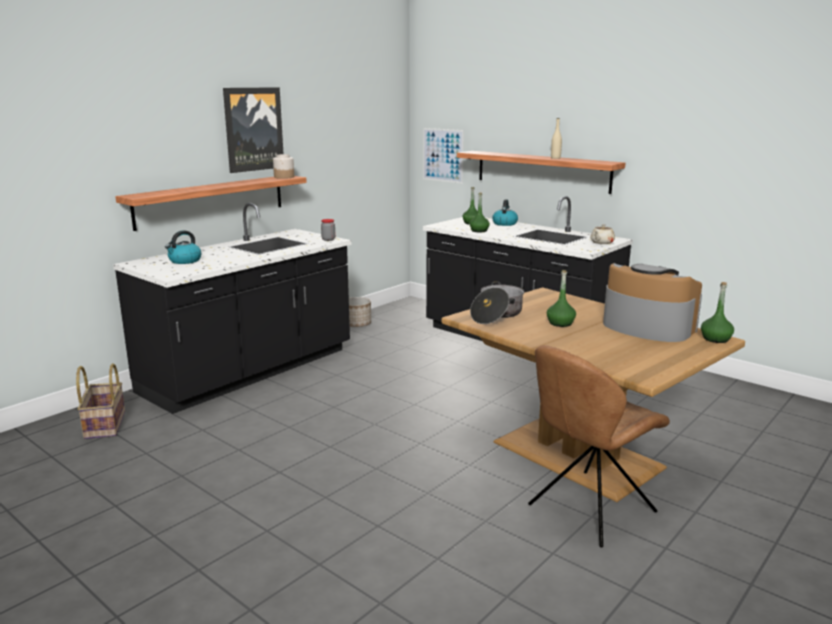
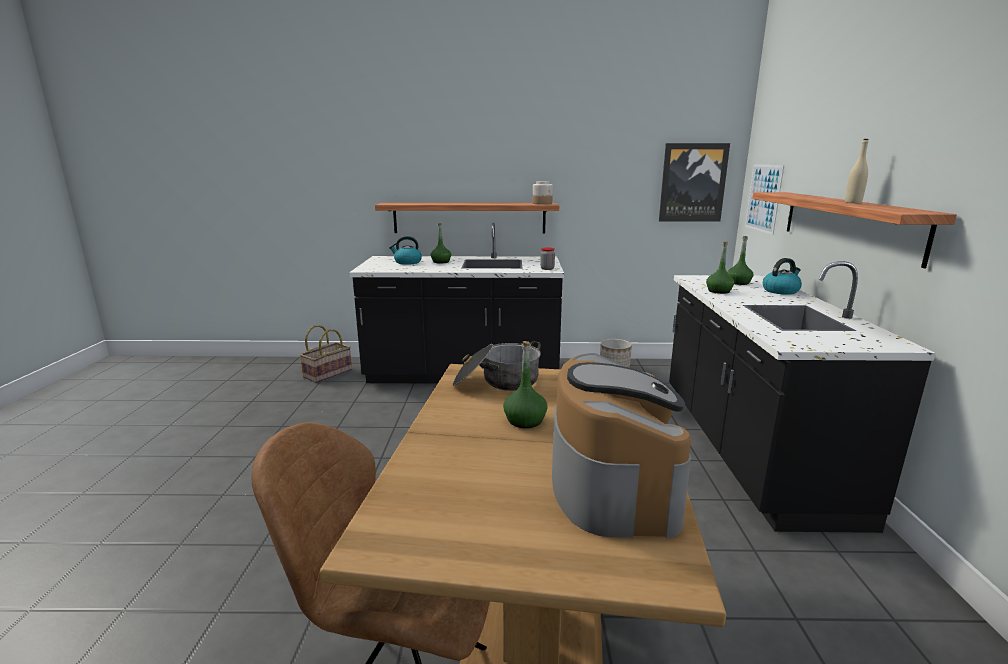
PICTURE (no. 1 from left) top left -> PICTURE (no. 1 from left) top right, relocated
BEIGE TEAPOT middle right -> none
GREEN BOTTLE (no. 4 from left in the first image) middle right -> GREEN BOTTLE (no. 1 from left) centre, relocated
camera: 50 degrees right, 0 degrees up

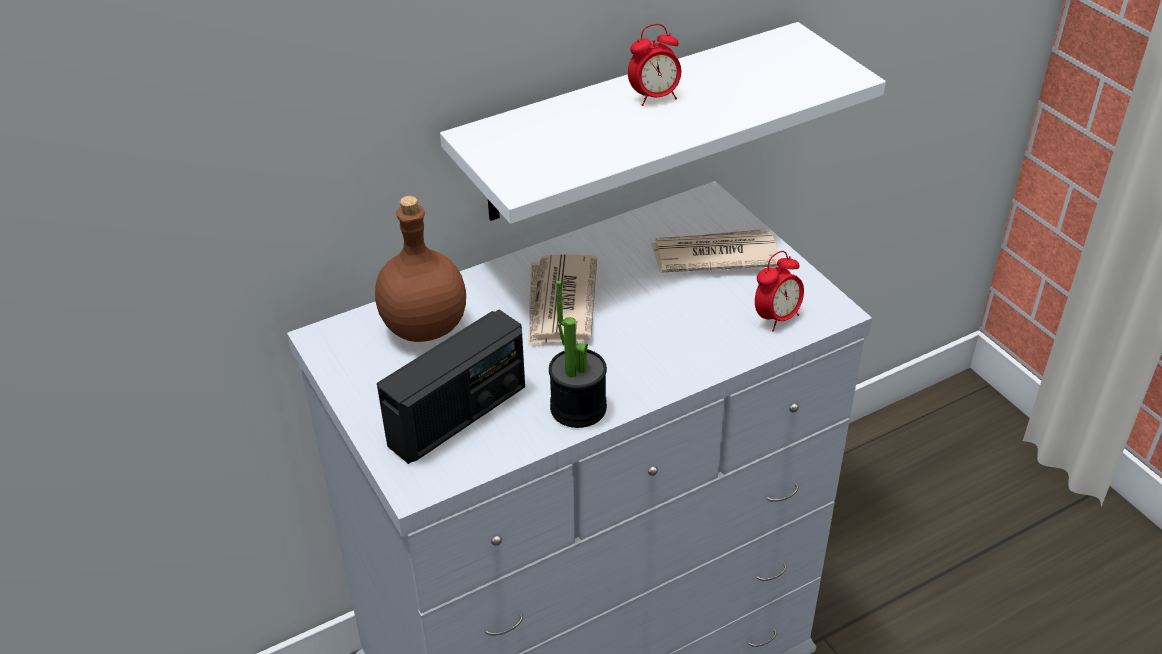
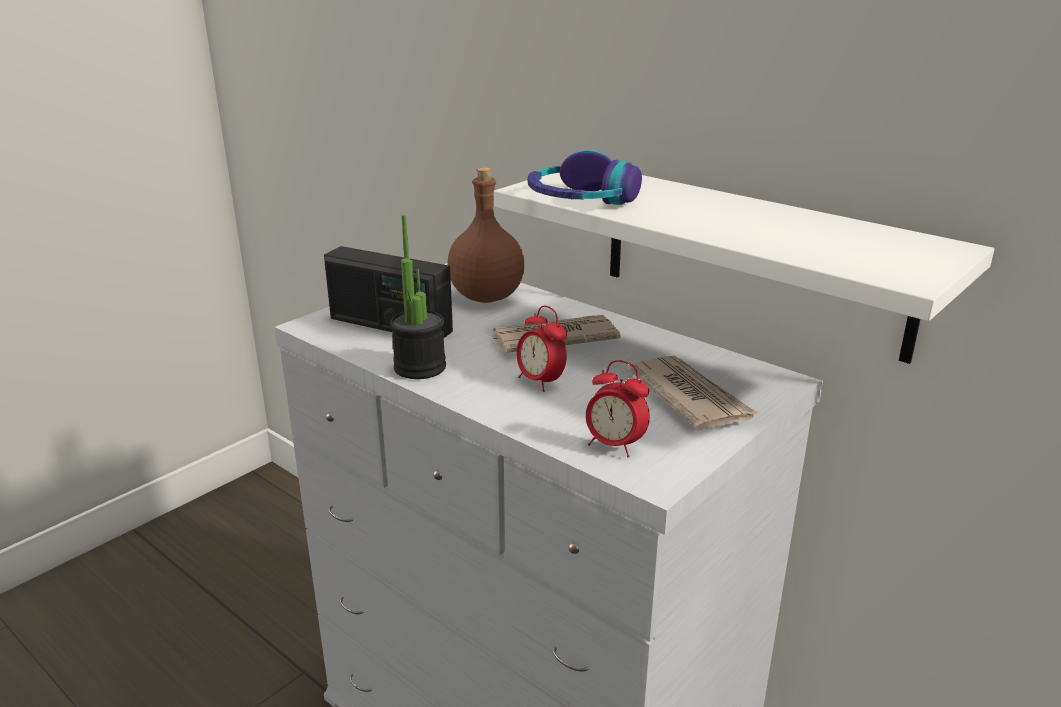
ALARM CLOCK (no. 1 from left) top centre -> ALARM CLOCK (no. 1 from left) centre, relocated
none -> HEADPHONES top centre
camera: 70 degrees right, 15 degrees down

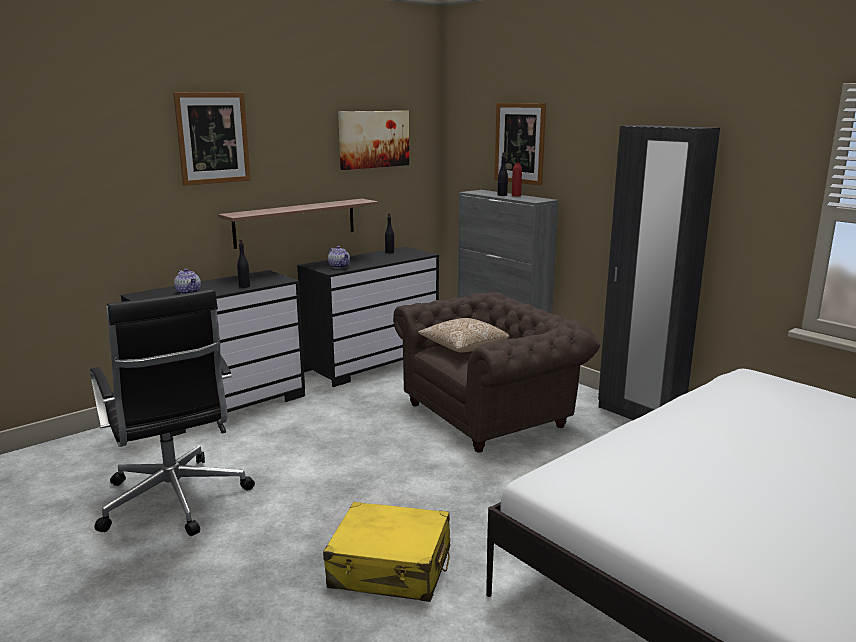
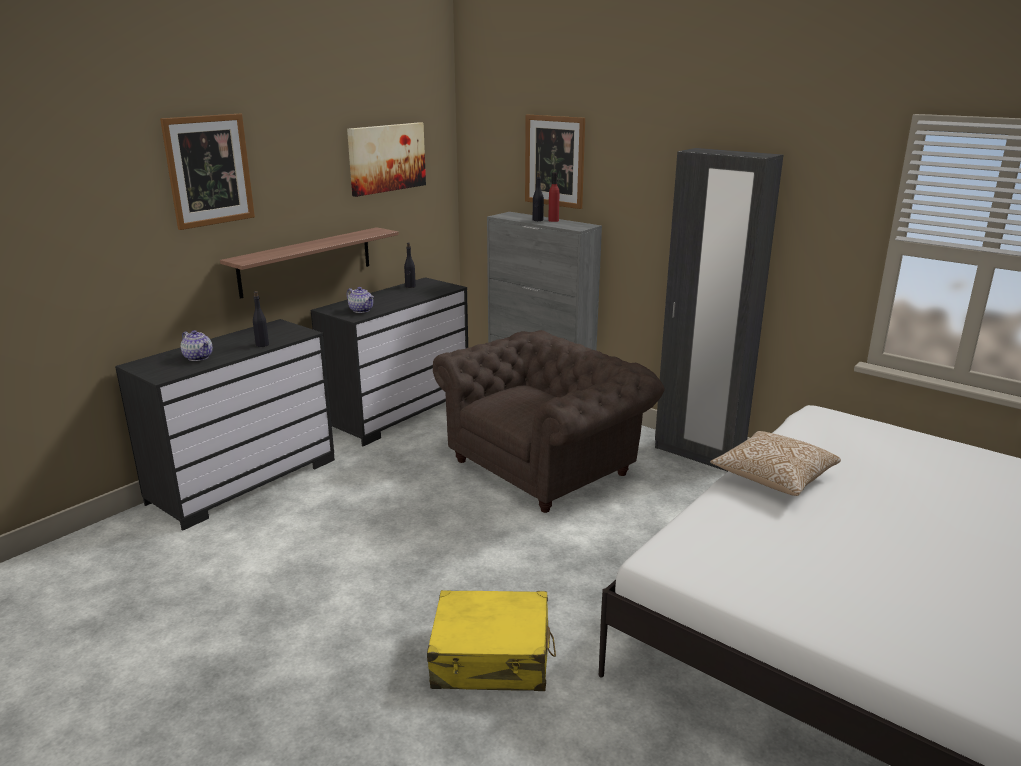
BLACK OFFICE CHAIR middle left -> none
PILLOW centre -> PILLOW middle right, relocated
camera: 10 degrees left, 5 degrees up

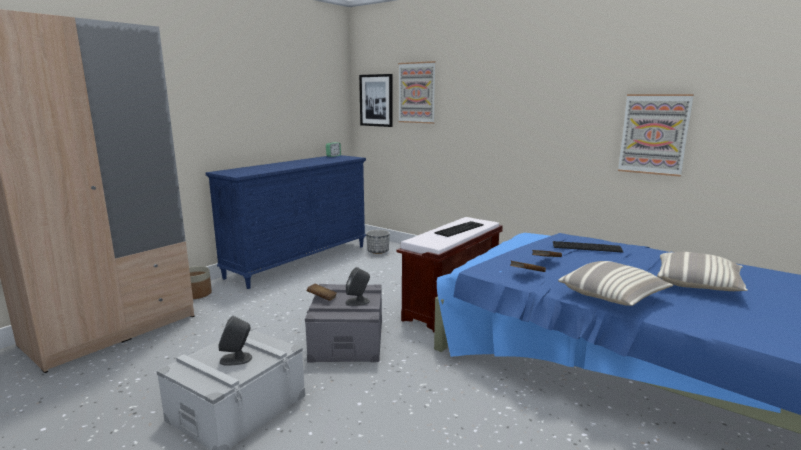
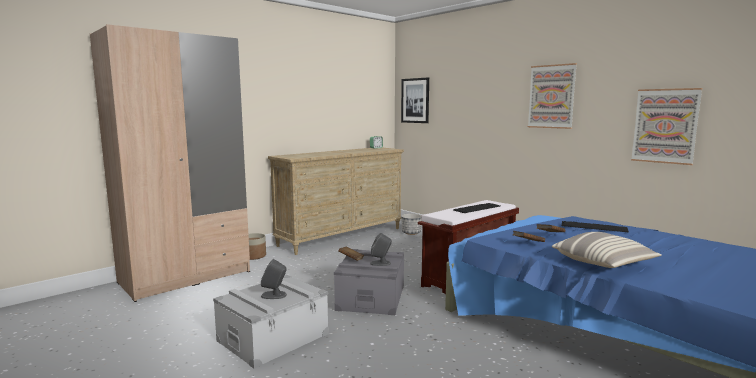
PICTURE (no. 2 from left) top centre -> PICTURE (no. 2 from left) top right, relocated
BLUE DRESSER centre -> BEIGE DRESSER centre
PILLOW (no. 2 from left) middle right -> none
camera: 10 degrees right, 5 degrees down

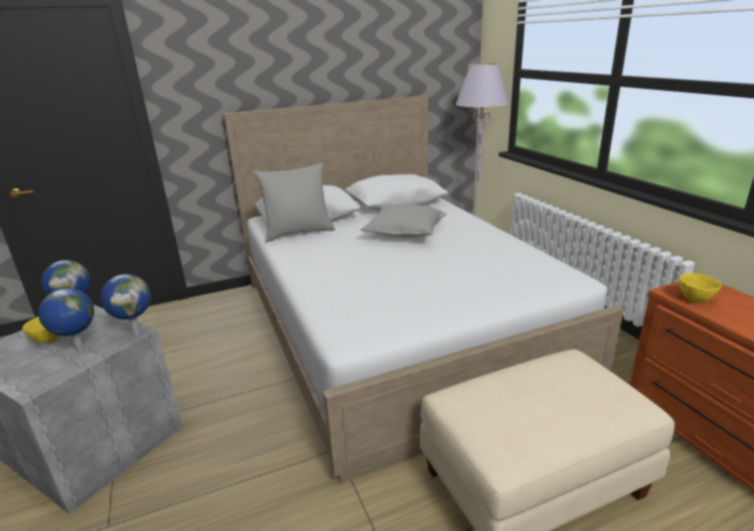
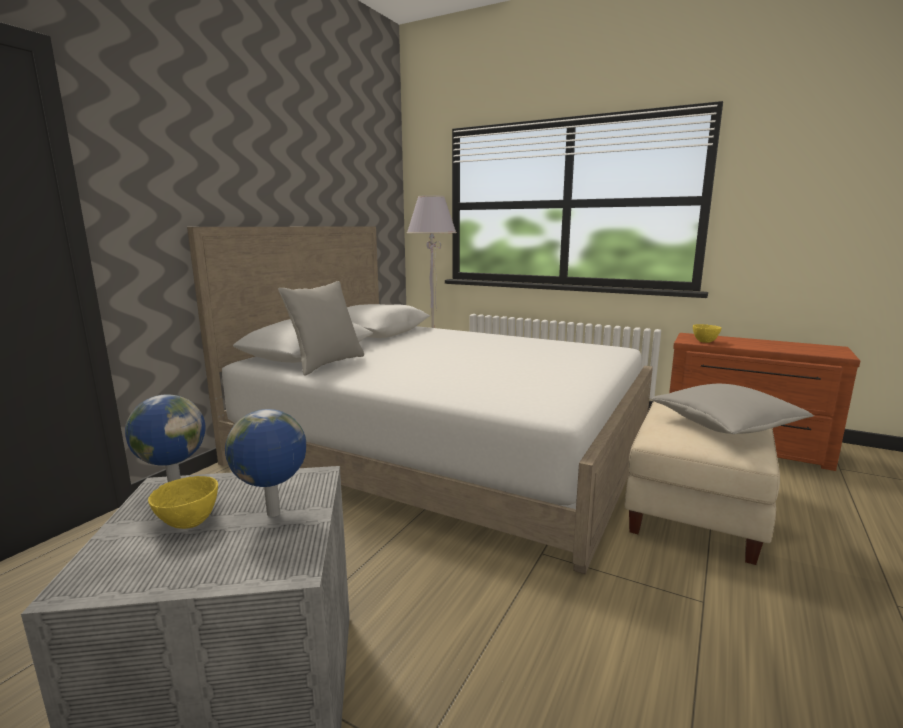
GREY PILLOW (no. 2 from left) centre -> GREY PILLOW (no. 2 from left) middle right, relocated
GLOBE (no. 3 from left) middle left -> none
camera: 40 degrees left, 10 degrees down

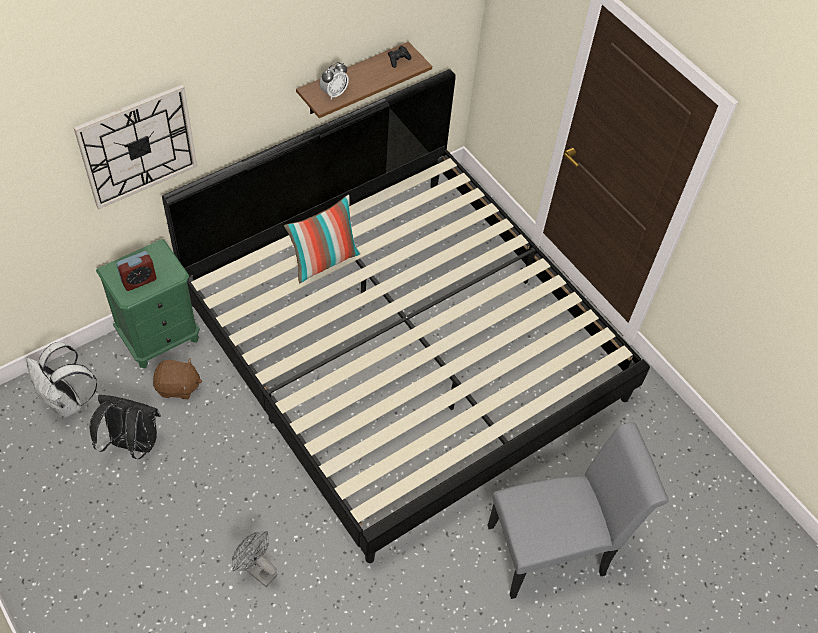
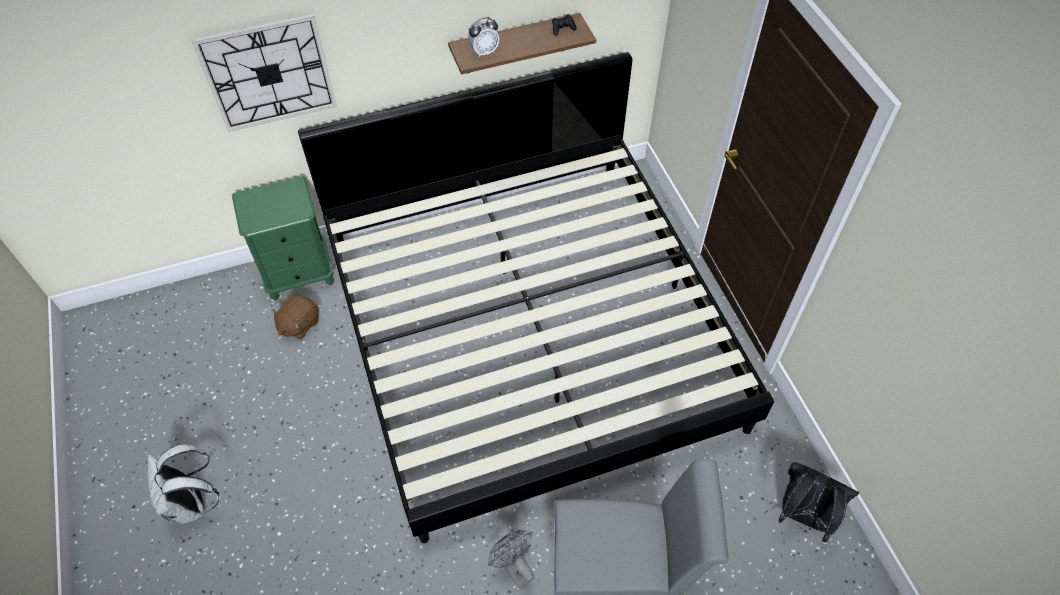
PILLOW centre -> none
ALARM CLOCK (no. 1 from left) middle left -> none
WHITE BACKPACK middle left -> WHITE BACKPACK bottom left, relocated
BROWN PLUSH TOY middle left, 105 degrees clockwise
BLACK BACKPACK bottom left -> BLACK BACKPACK bottom right, relocated
GREY FAN bottom left -> GREY FAN bottom centre, relocated
camera: 20 degrees right, 0 degrees up

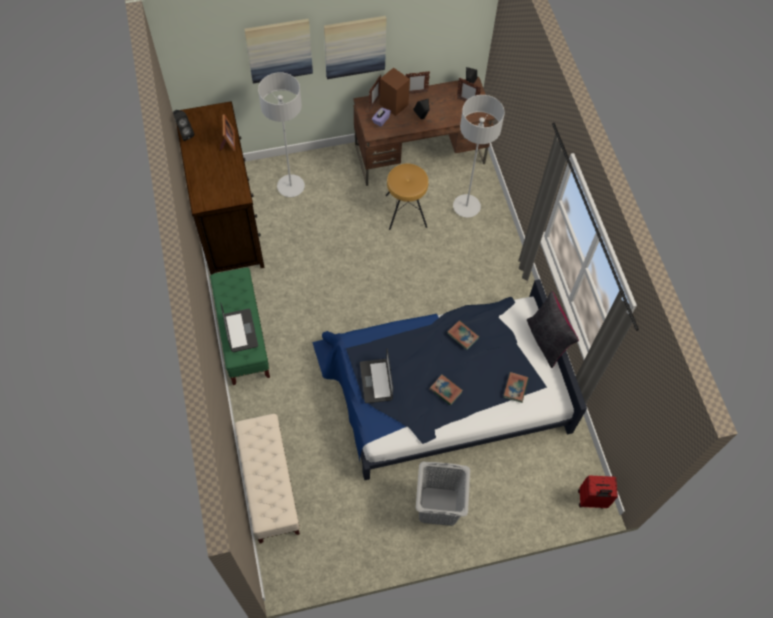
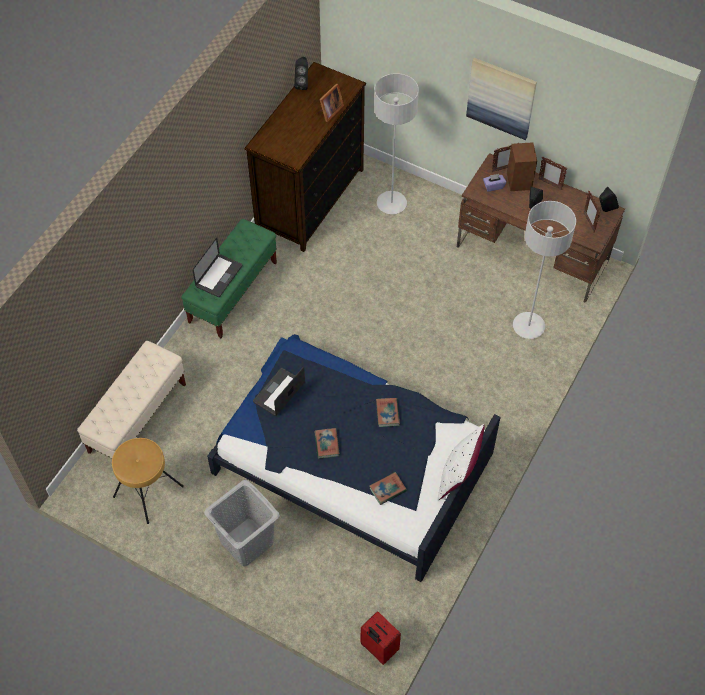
PICTURE (no. 1 from left) top centre -> none
BROWN STOOL top centre -> BROWN STOOL bottom left, relocated
BLACK PILLOW middle right -> WHITE PILLOW centre
camera: 45 degrees right, 5 degrees down

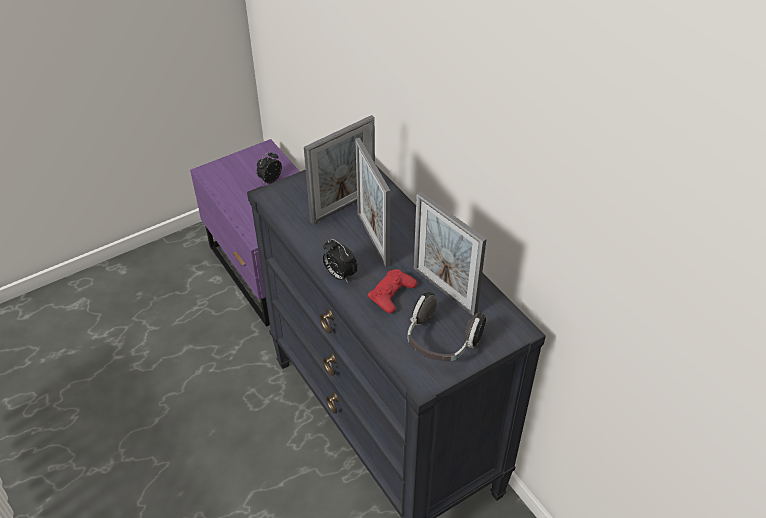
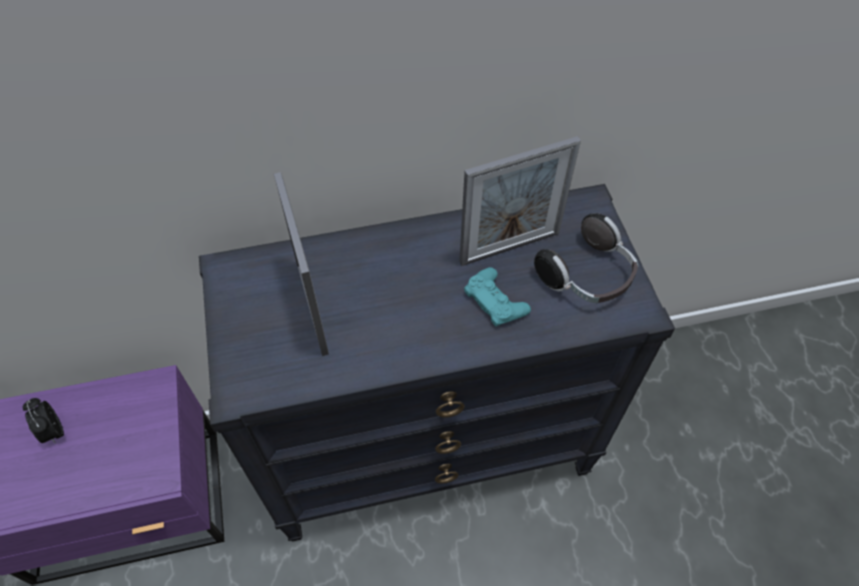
PICTURE FRAME (no. 2 from left) centre -> none
ALARM CLOCK (no. 2 from left) centre -> none
RED GAME CONTROLLER centre -> TURQUOISE GAME CONTROLLER centre
camera: 70 degrees left, 10 degrees up

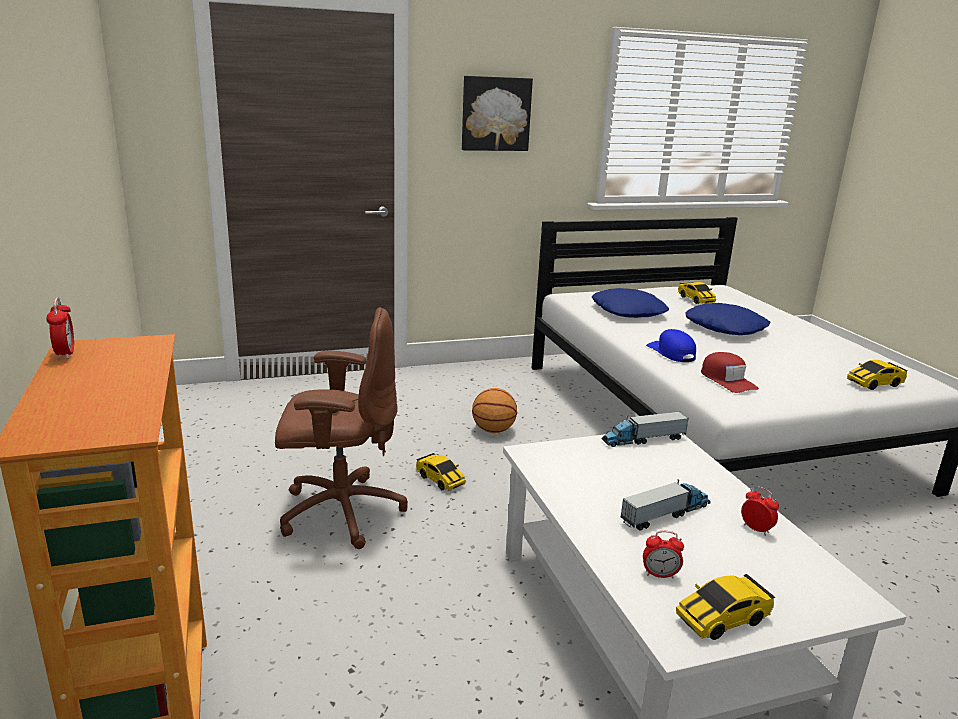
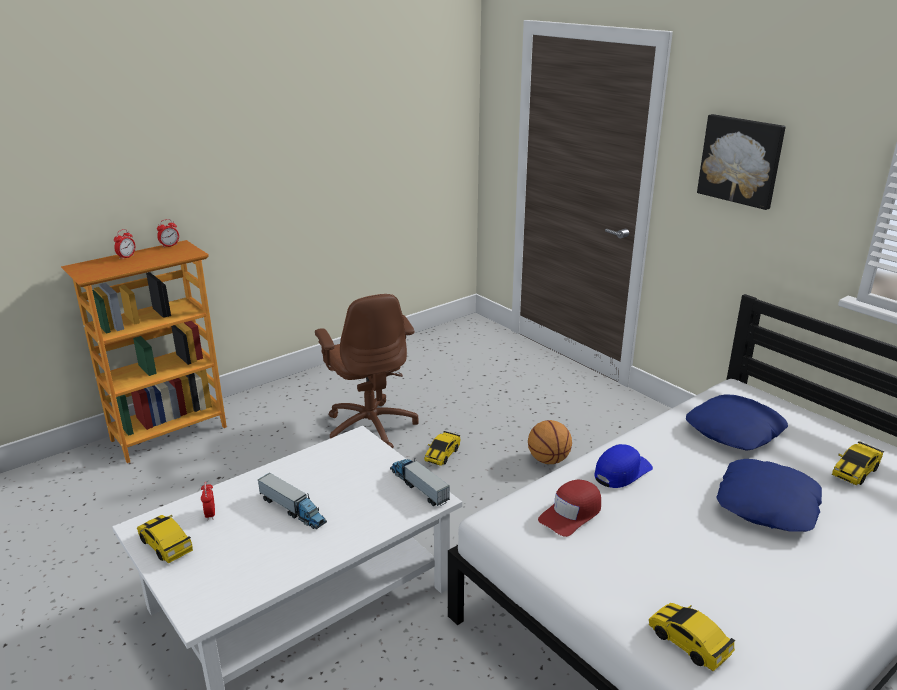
ALARM CLOCK (no. 3 from left in the first image) bottom right -> ALARM CLOCK (no. 1 from left) middle left, relocated
camera: 70 degrees right, 5 degrees up

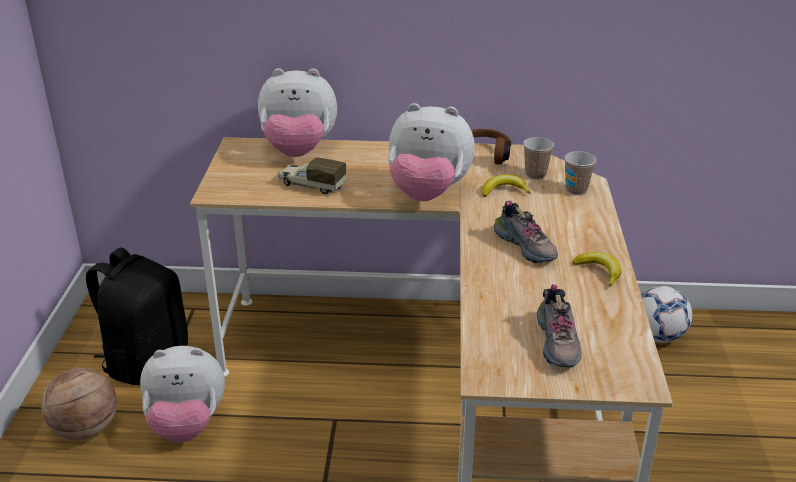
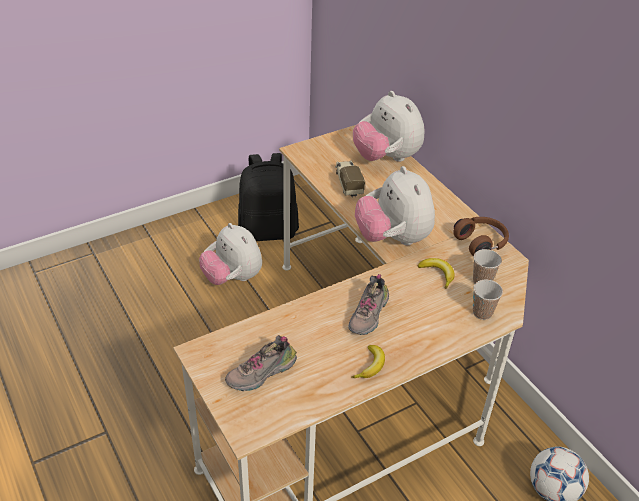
BASKETBALL bottom left -> none
camera: 55 degrees right, 10 degrees up

